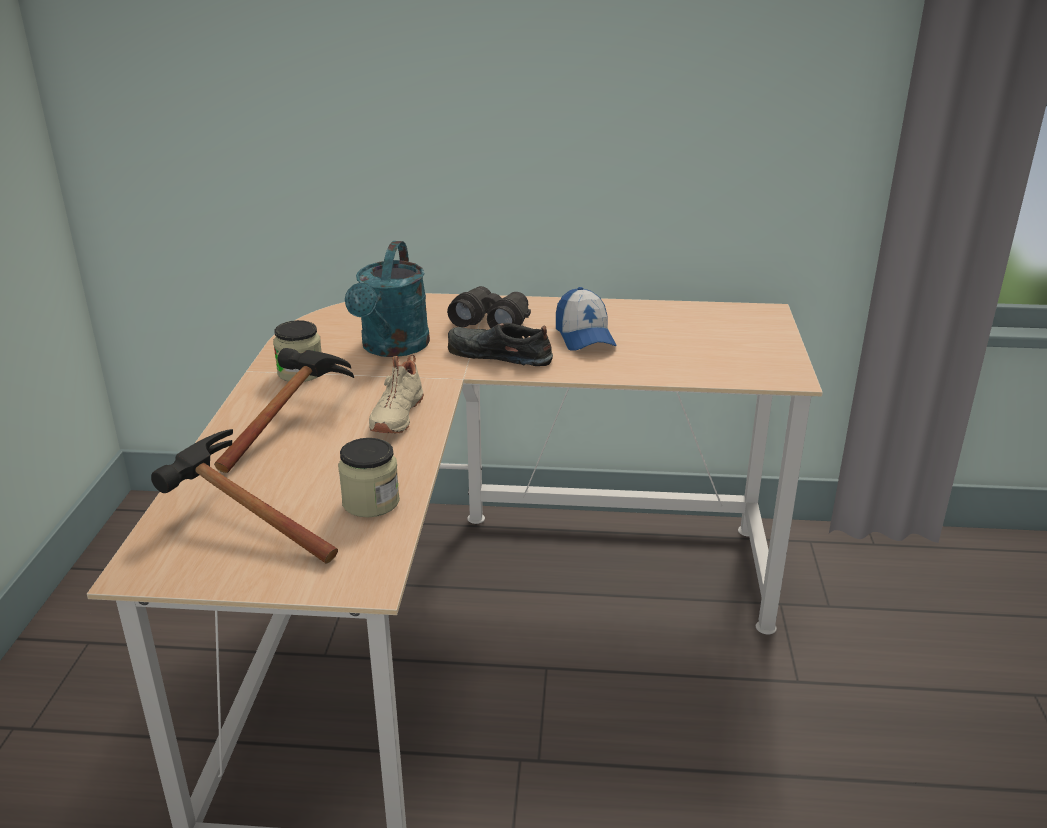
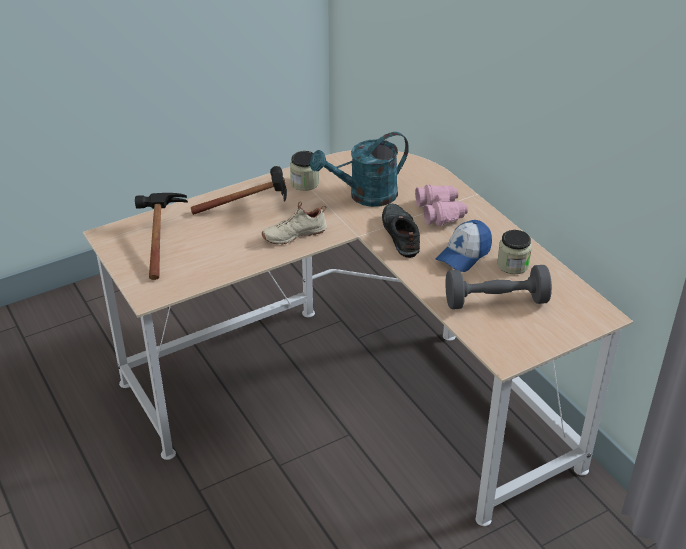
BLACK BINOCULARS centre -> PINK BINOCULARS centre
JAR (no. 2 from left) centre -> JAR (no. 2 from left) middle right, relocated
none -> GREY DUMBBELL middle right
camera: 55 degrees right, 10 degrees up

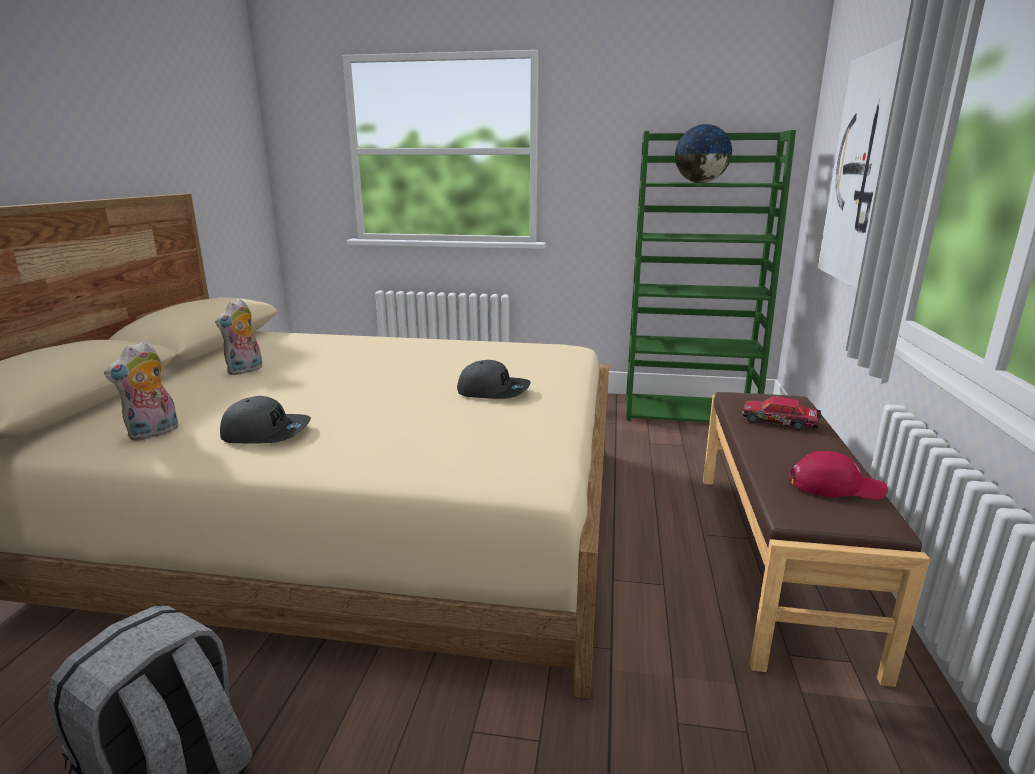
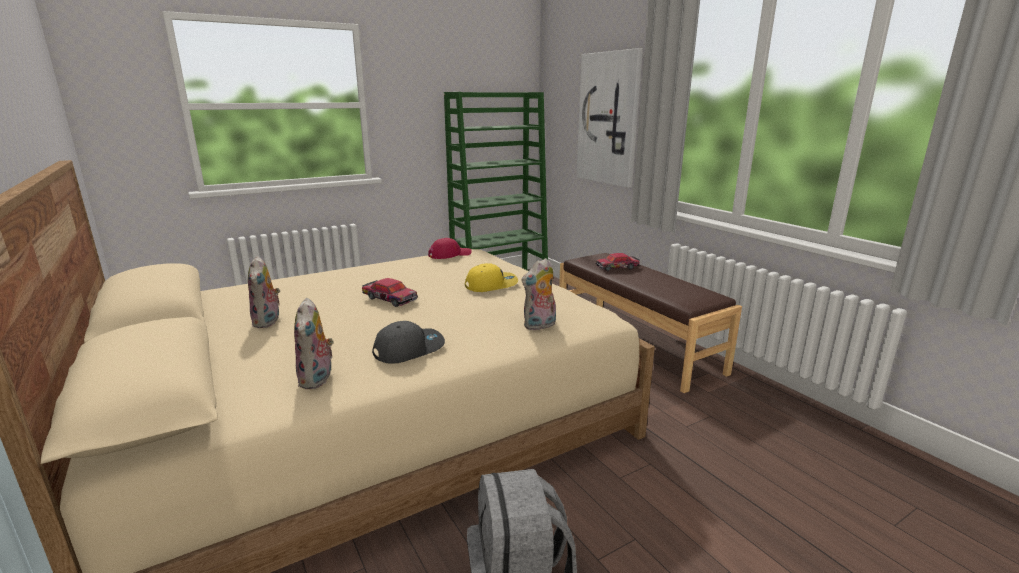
GLOBE top right -> none
GREY CAP (no. 2 from left) centre -> YELLOW CAP centre
RED CAP middle right -> RED CAP centre, relocated
none -> PLUSH TOY (no. 3 from left) centre
none -> TOY CAR (no. 1 from left) centre
camera: 40 degrees left, 0 degrees up

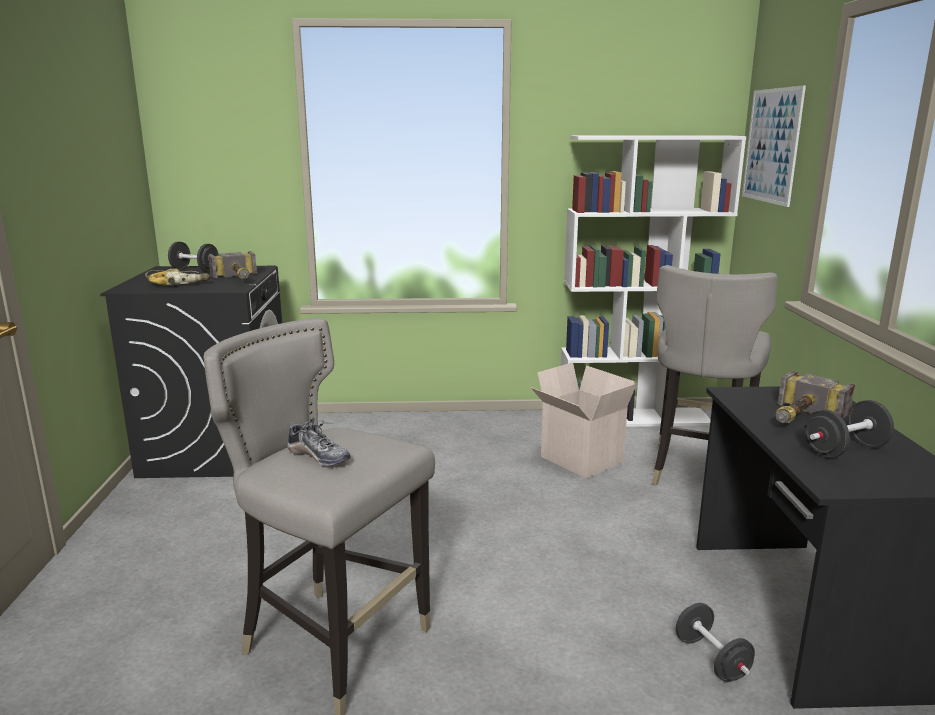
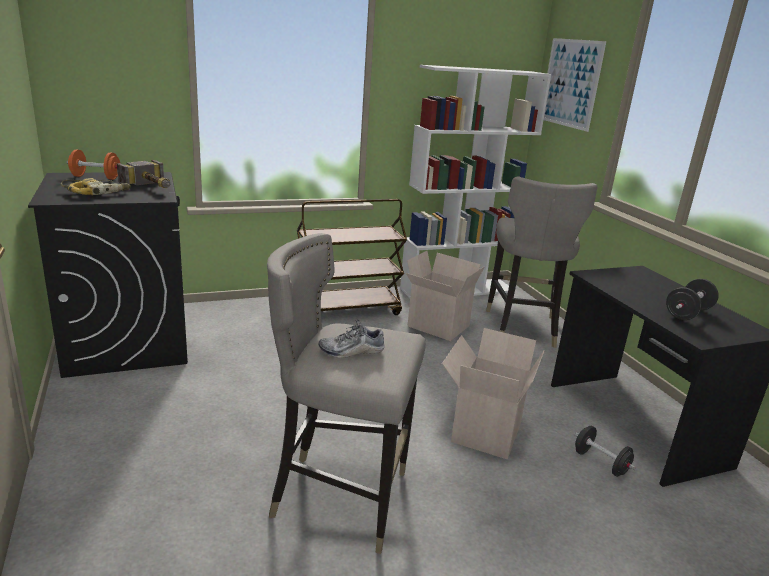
BLACK DUMBBELL (no. 1 from left) middle left -> ORANGE DUMBBELL top left
HAMMER (no. 2 from left) middle right -> none
SHOE centre, 150 degrees clockwise
none -> BROWN CART centre
none -> CARDBOARD BOX (no. 2 from left) bottom centre
camera: 20 degrees left, 5 degrees up

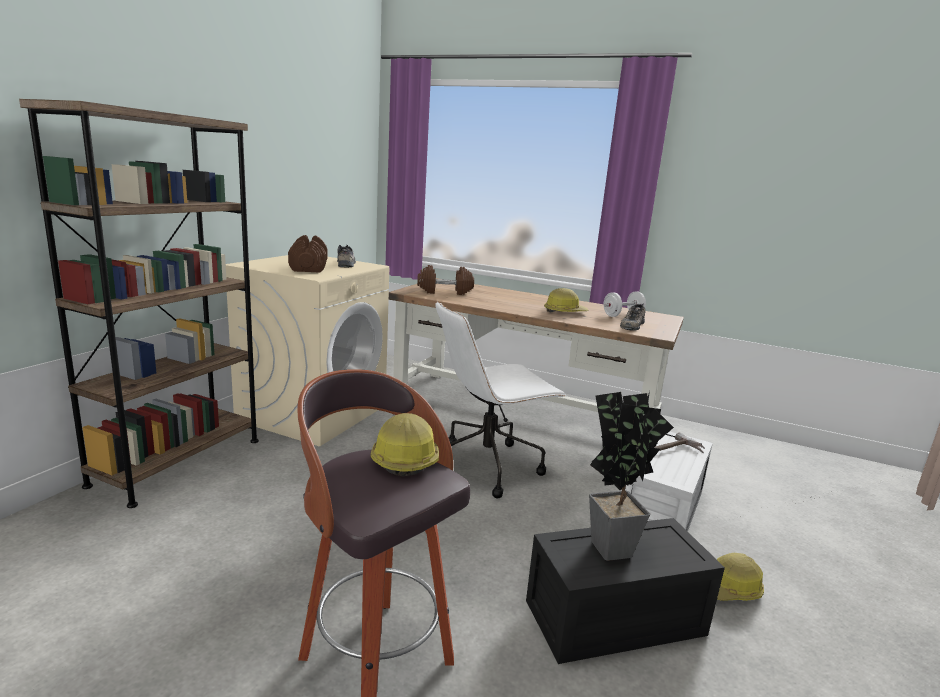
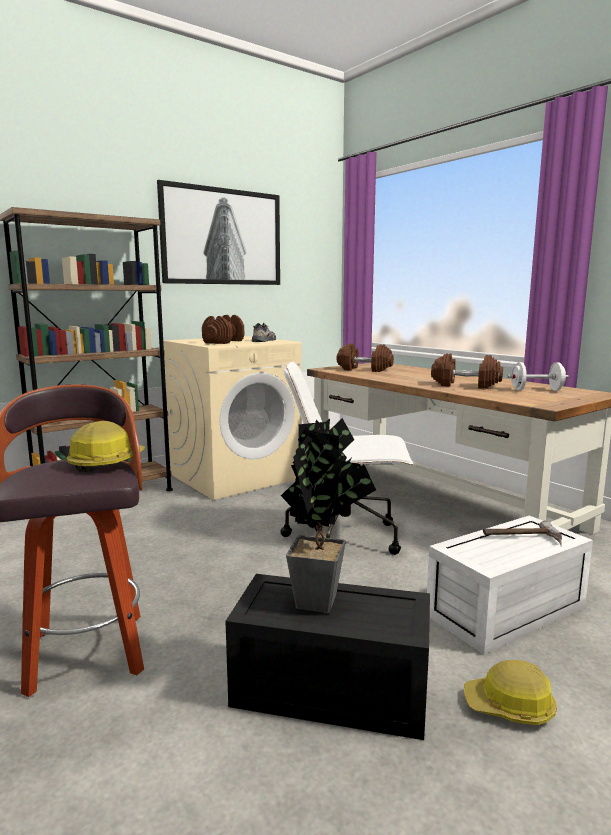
HARD HAT (no. 2 from left) centre -> BROWN DUMBBELL (no. 3 from left) middle right
SHOE (no. 2 from left) middle right -> none
none -> PICTURE top centre
camera: 30 degrees right, 5 degrees down

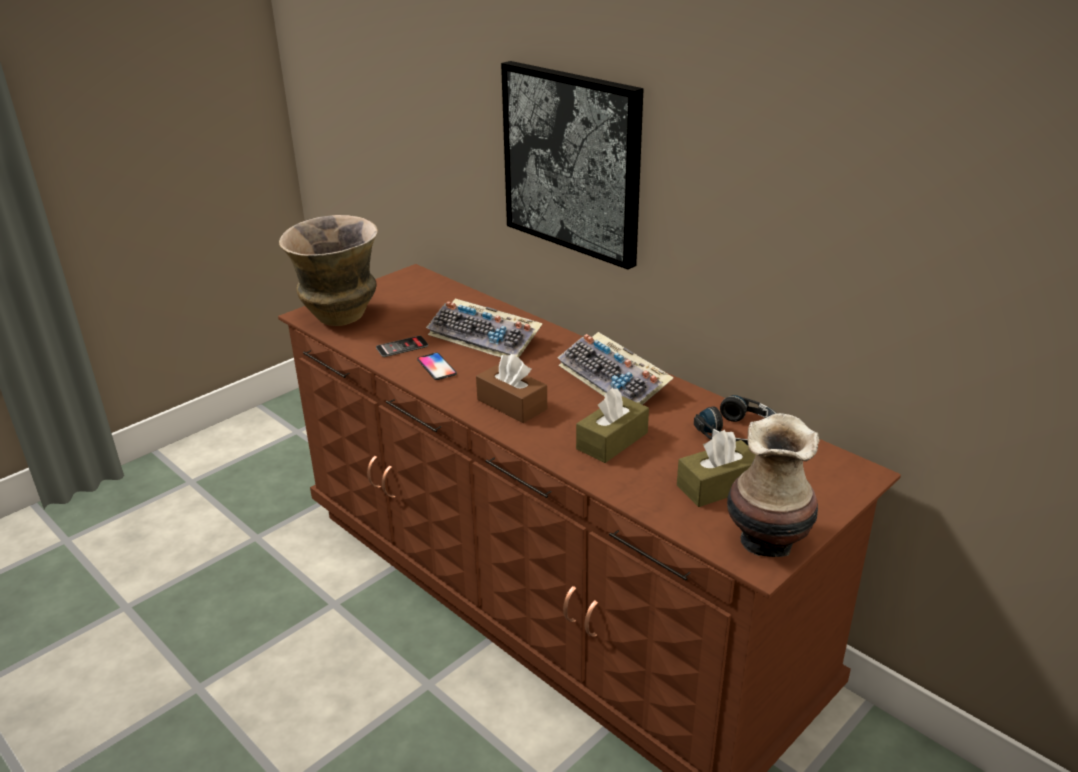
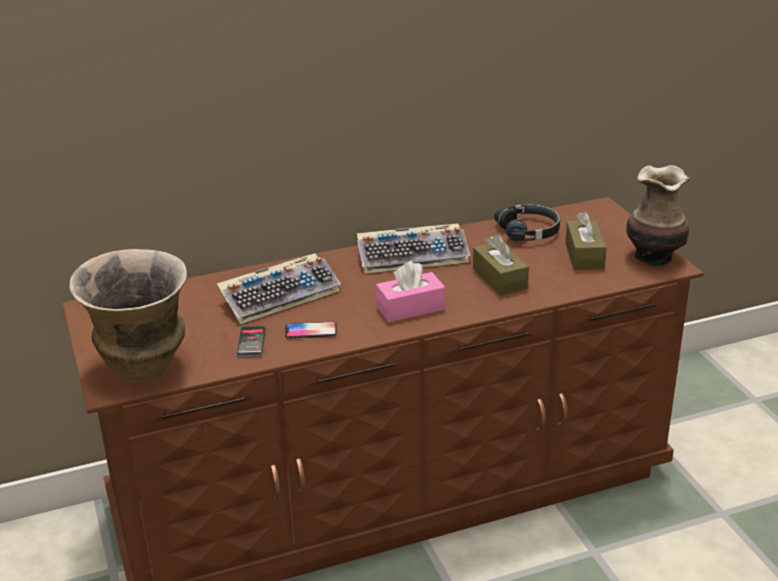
PICTURE top centre -> none
BROWN TISSUE BOX (no. 1 from left) centre -> PINK TISSUE BOX centre
camera: 65 degrees left, 0 degrees up

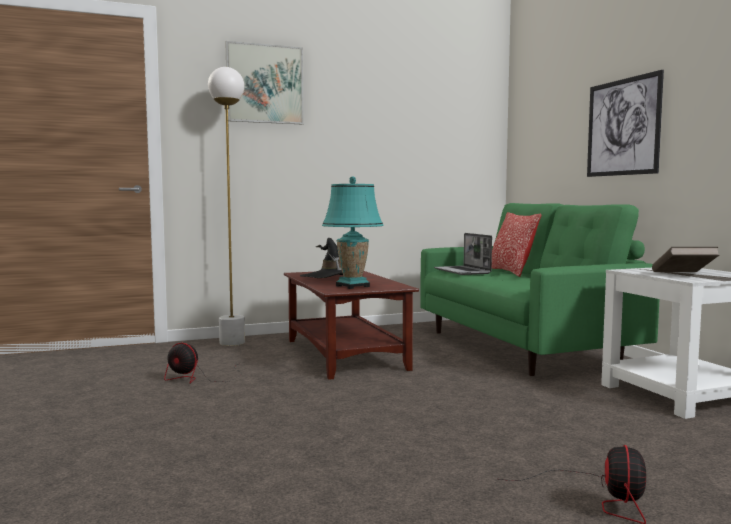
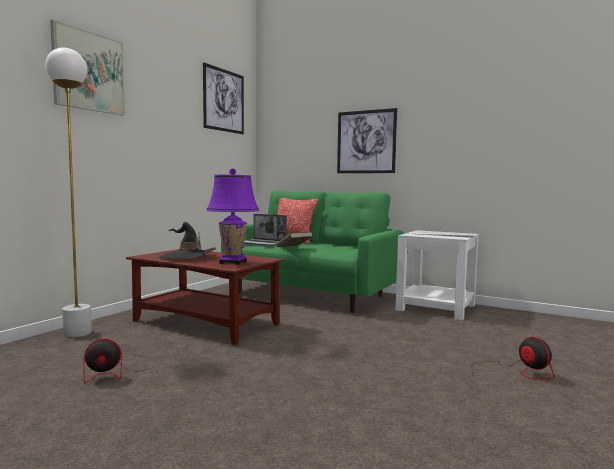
TURQUOISE TABLE LAMP centre -> PURPLE TABLE LAMP centre
BROWN BOOK middle right -> BROWN BOOK centre, relocated
none -> PICTURE (no. 2 from left) top centre
camera: 40 degrees left, 0 degrees up

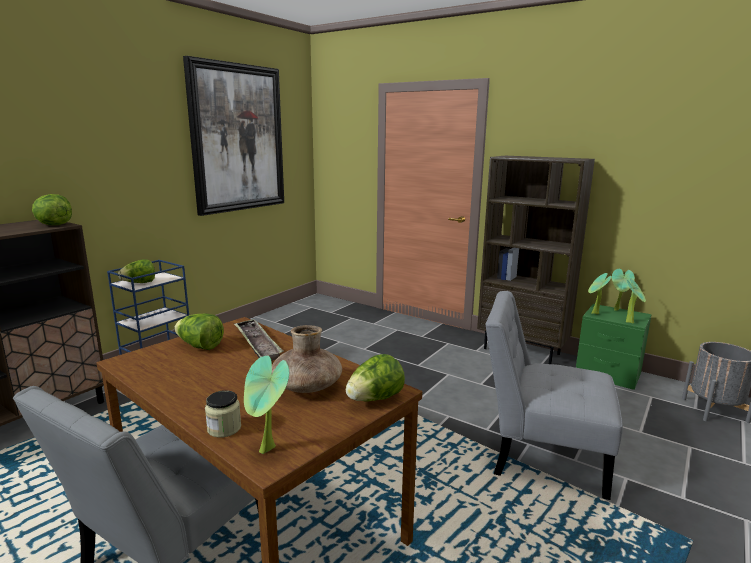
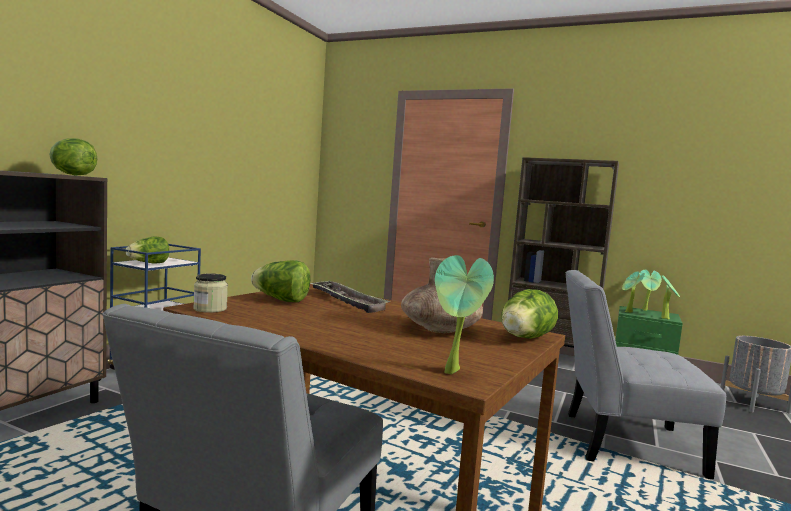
PICTURE top left -> none
JAR bottom left -> JAR middle left, relocated
camera: 10 degrees left, 10 degrees down

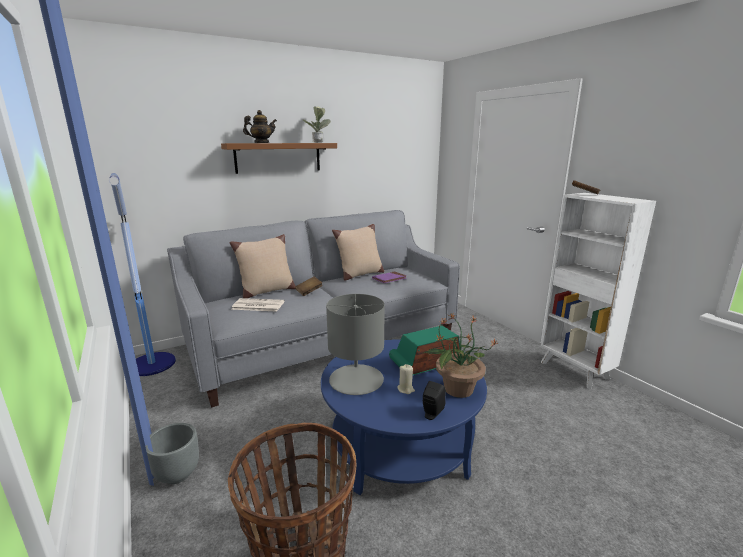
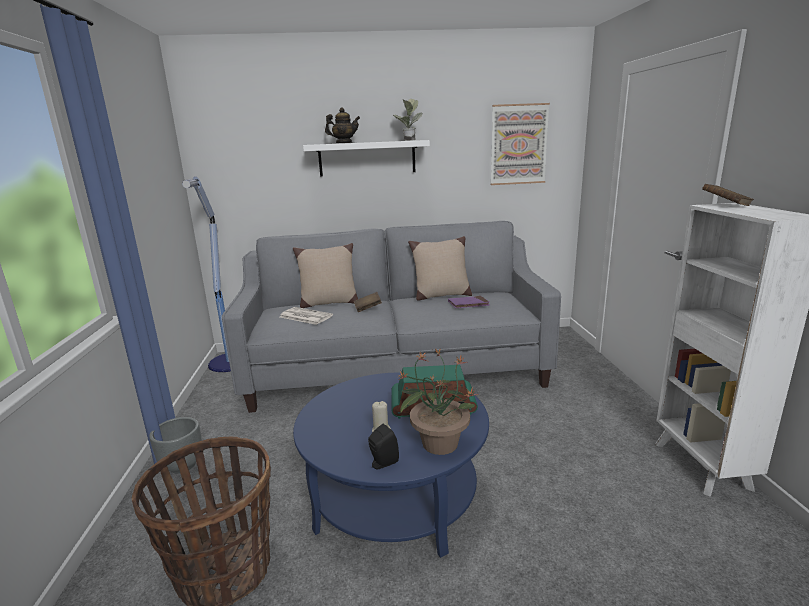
BROWN SHELF top centre -> WHITE SHELF top centre
GREY TABLE LAMP centre -> none
none -> PICTURE top centre
camera: 25 degrees right, 0 degrees up

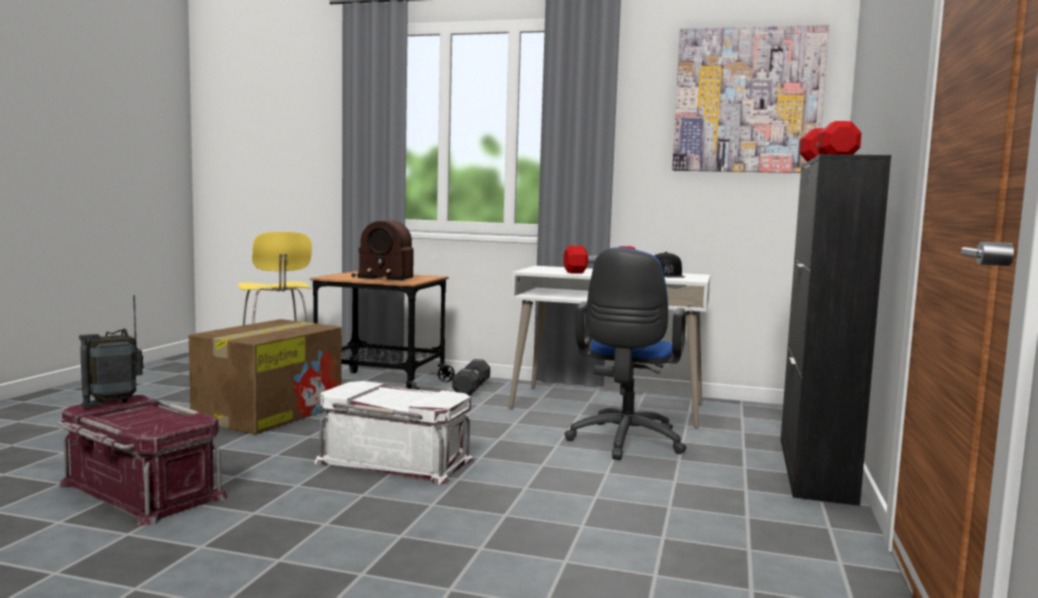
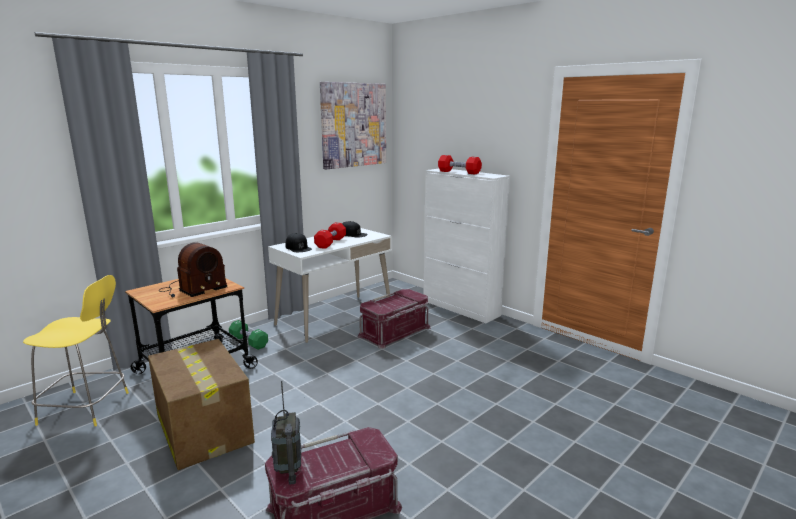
BLACK CABINET middle right -> WHITE CABINET centre
BLUE OFFICE CHAIR centre -> RED STORAGE BOX (no. 2 from left) centre
BLACK DUMBBELL centre -> GREEN DUMBBELL middle left
WHITE STORAGE BOX bottom centre -> none
none -> BLACK CAP (no. 1 from left) centre
camera: 60 degrees left, 10 degrees up

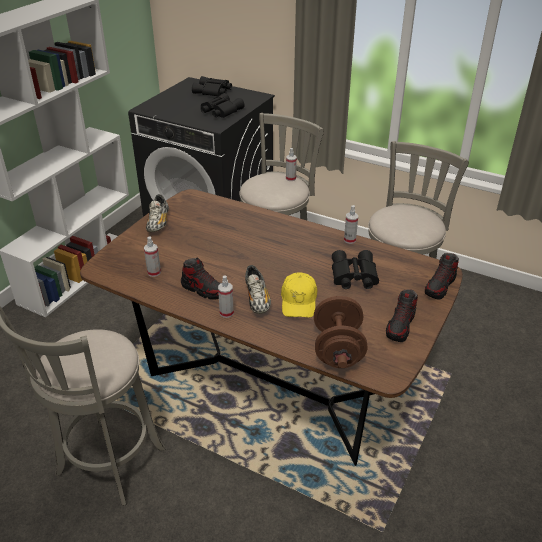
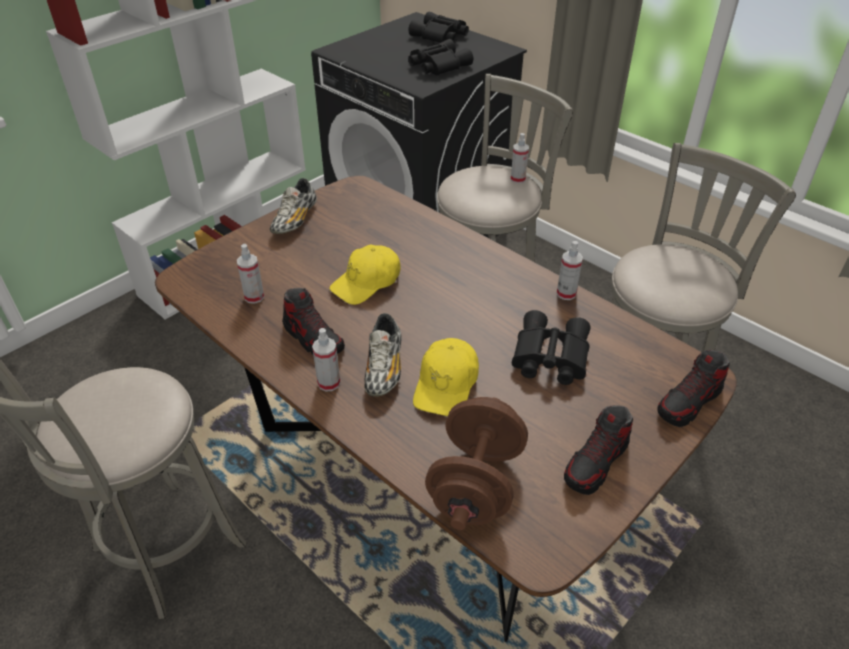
none -> YELLOW CAP (no. 1 from left) centre
camera: 15 degrees right, 5 degrees up

